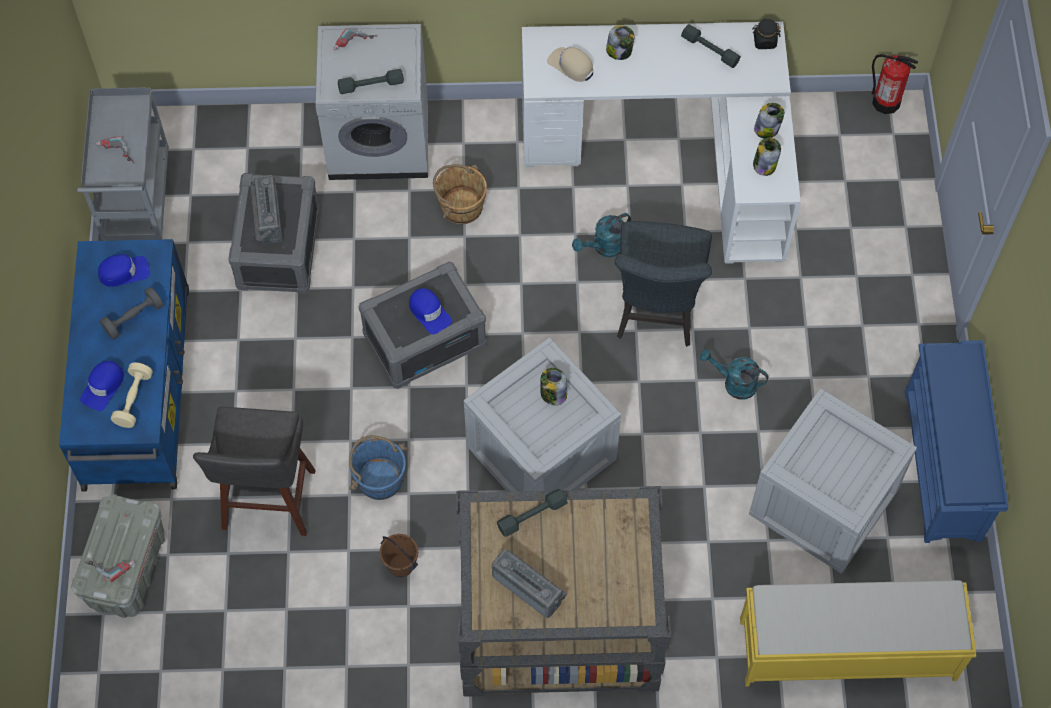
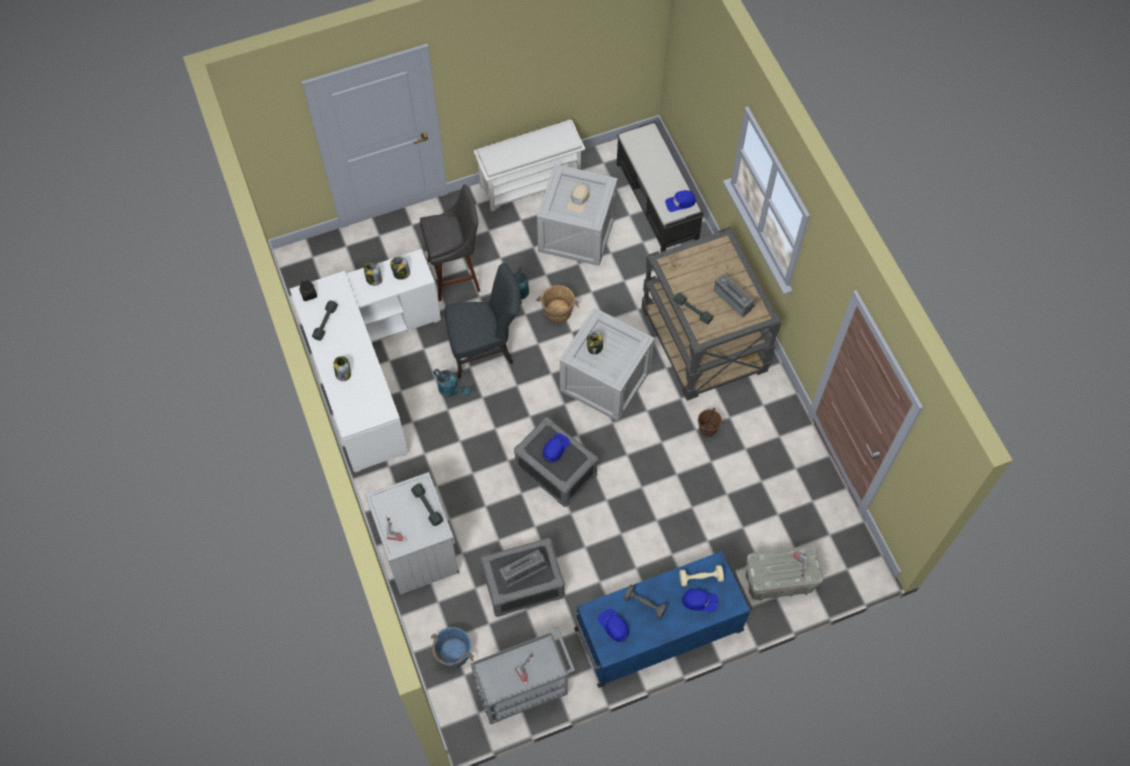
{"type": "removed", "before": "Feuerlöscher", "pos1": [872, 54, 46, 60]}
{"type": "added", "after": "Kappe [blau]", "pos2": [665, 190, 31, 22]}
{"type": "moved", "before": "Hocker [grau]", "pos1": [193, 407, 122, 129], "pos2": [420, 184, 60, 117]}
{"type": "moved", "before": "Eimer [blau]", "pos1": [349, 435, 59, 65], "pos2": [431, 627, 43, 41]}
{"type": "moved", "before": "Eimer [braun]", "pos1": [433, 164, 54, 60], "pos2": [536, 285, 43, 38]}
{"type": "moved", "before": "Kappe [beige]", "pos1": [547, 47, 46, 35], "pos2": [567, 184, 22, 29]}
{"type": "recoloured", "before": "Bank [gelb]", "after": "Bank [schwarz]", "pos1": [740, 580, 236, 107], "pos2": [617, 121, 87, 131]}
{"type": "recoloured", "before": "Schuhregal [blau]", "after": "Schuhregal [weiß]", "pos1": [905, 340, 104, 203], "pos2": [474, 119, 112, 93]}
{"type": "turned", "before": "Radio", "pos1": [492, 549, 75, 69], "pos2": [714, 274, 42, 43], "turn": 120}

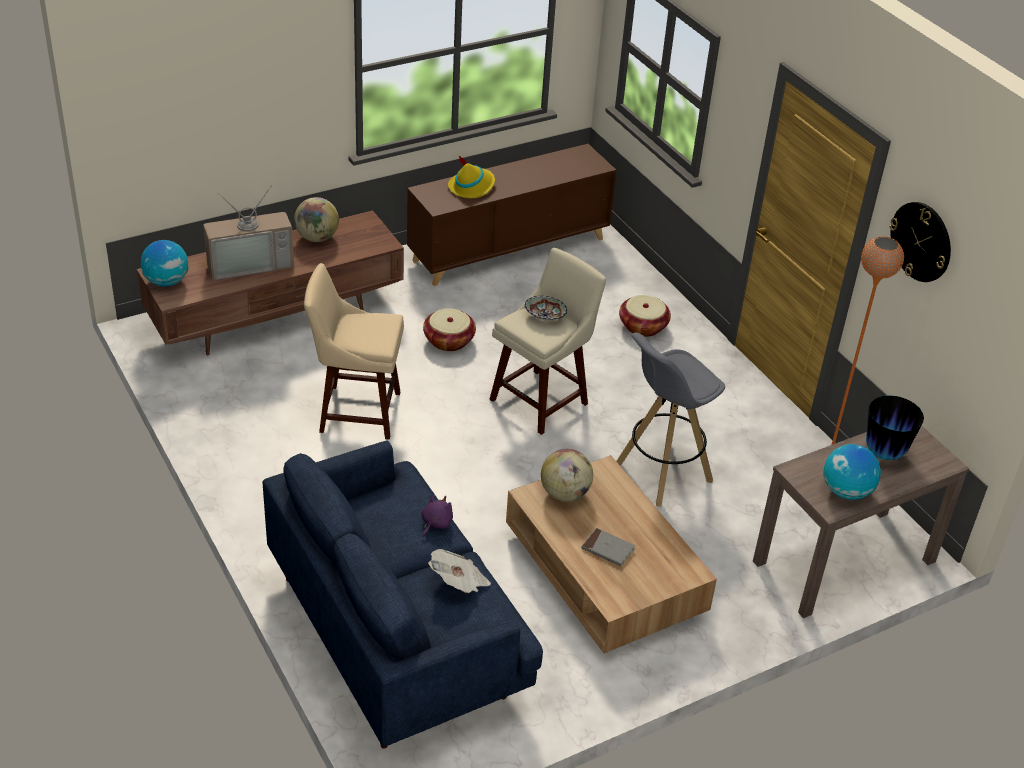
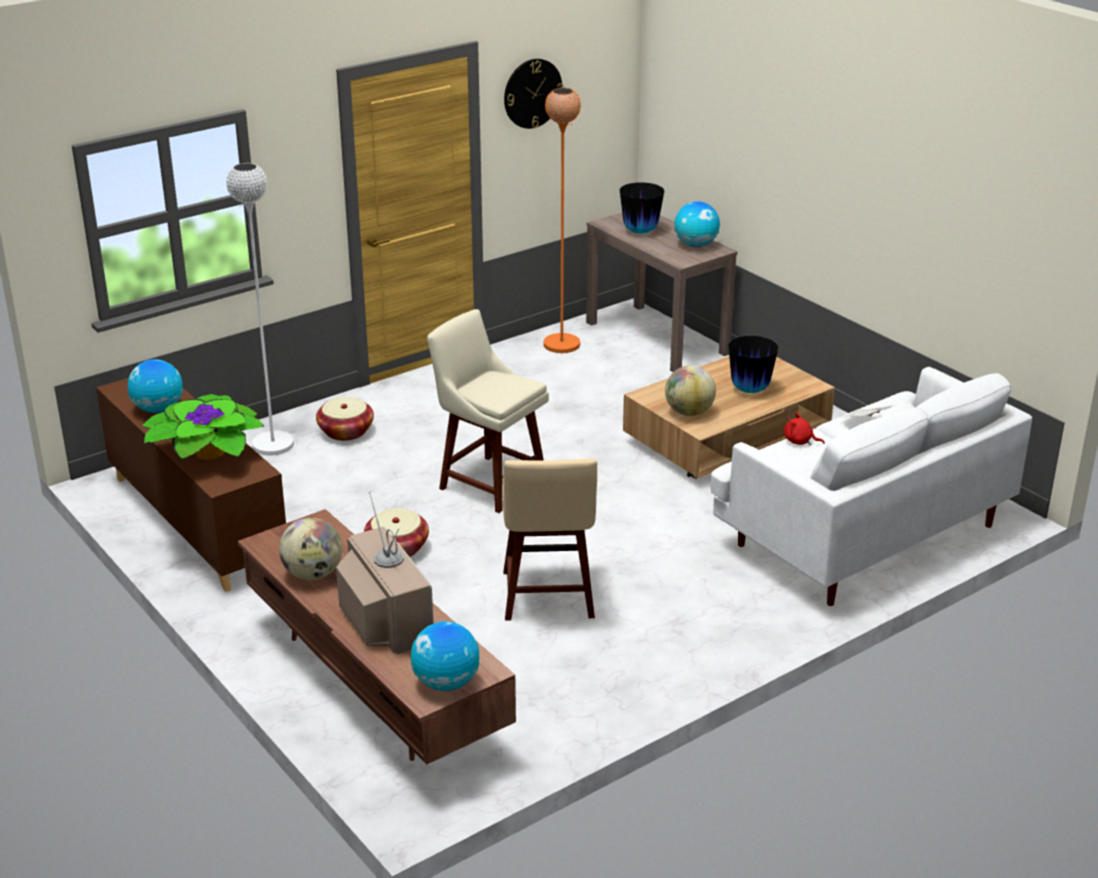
{"type": "removed", "before": "Schüssel", "pos1": [525, 296, 42, 25]}
{"type": "removed", "before": "Hocker [grau]", "pos1": [616, 333, 109, 174]}
{"type": "added", "after": "Globus", "pos2": [128, 359, 55, 54]}
{"type": "added", "after": "Stehlampe [weiß]", "pos2": [226, 163, 68, 292]}
{"type": "replaced", "before": "Hut [gelb]", "after": "Topfpflanze", "pos1": [448, 155, 47, 43], "pos2": [142, 394, 122, 66]}
{"type": "replaced", "before": "Buch [grau]", "after": "Vase", "pos1": [582, 528, 53, 38], "pos2": [728, 336, 50, 57]}
{"type": "recoloured", "before": "Sofa [blau]", "after": "Sofa [weiß]", "pos1": [263, 440, 280, 309], "pos2": [710, 367, 322, 239]}
{"type": "recoloured", "before": "Plüschtier [lila]", "after": "Plüschtier [rot]", "pos1": [421, 495, 32, 42], "pos2": [784, 412, 41, 33]}

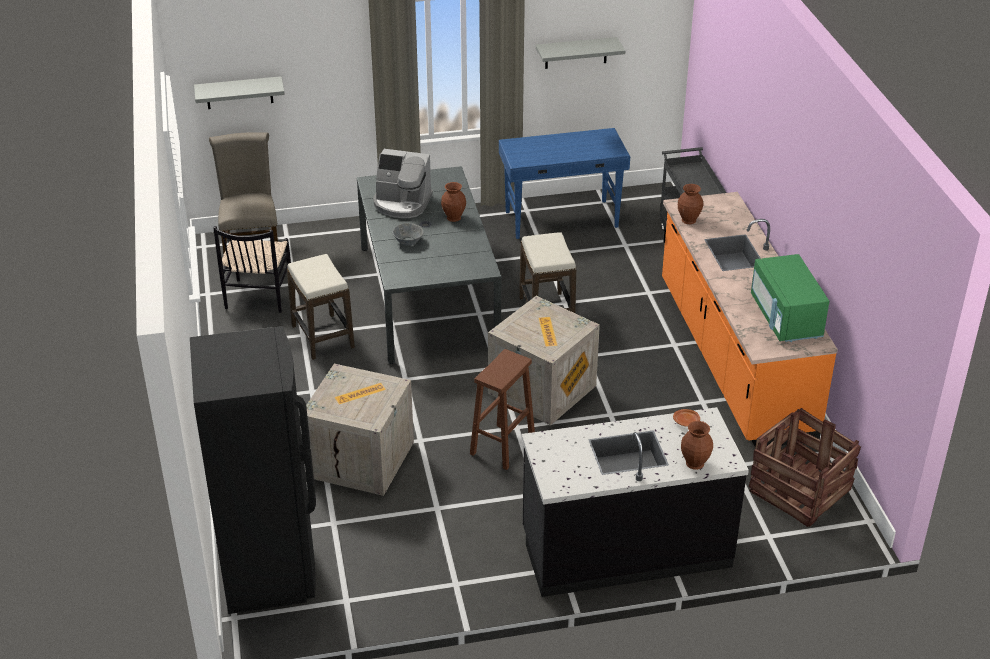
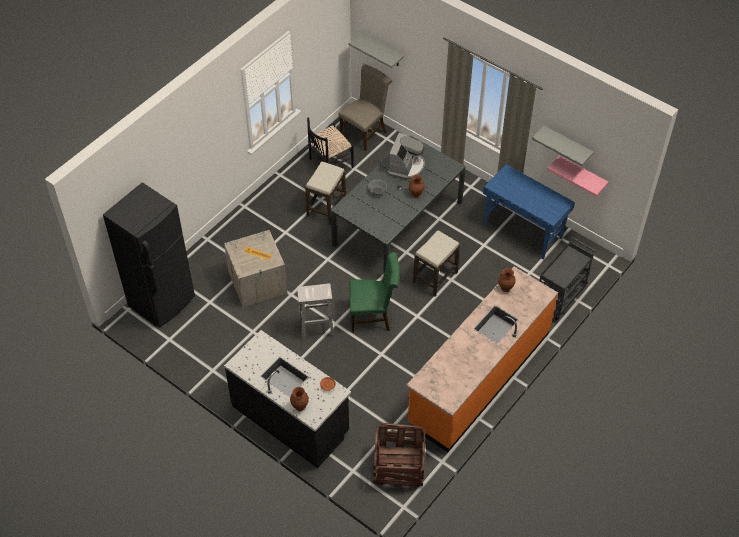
{"type": "removed", "before": "Mikrowelle [grün]", "pos1": [751, 254, 78, 88]}
{"type": "added", "after": "Wandregal [rosa]", "pos2": [547, 155, 61, 42]}
{"type": "replaced", "before": "Kiste", "after": "Stuhl [grün]", "pos1": [488, 296, 112, 129], "pos2": [349, 252, 51, 81]}
{"type": "recoloured", "before": "Hocker [braun]", "after": "Hocker [weiß]", "pos1": [470, 349, 65, 121], "pos2": [297, 283, 37, 57]}
{"type": "turned", "before": "Kaffeemaschine", "pos1": [373, 149, 60, 69], "pos2": [388, 133, 37, 47], "turn": -135}

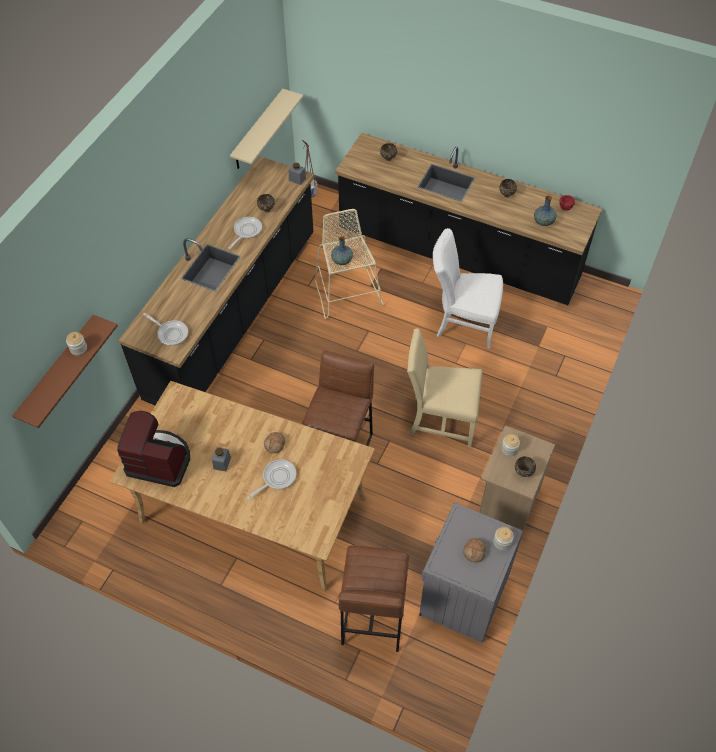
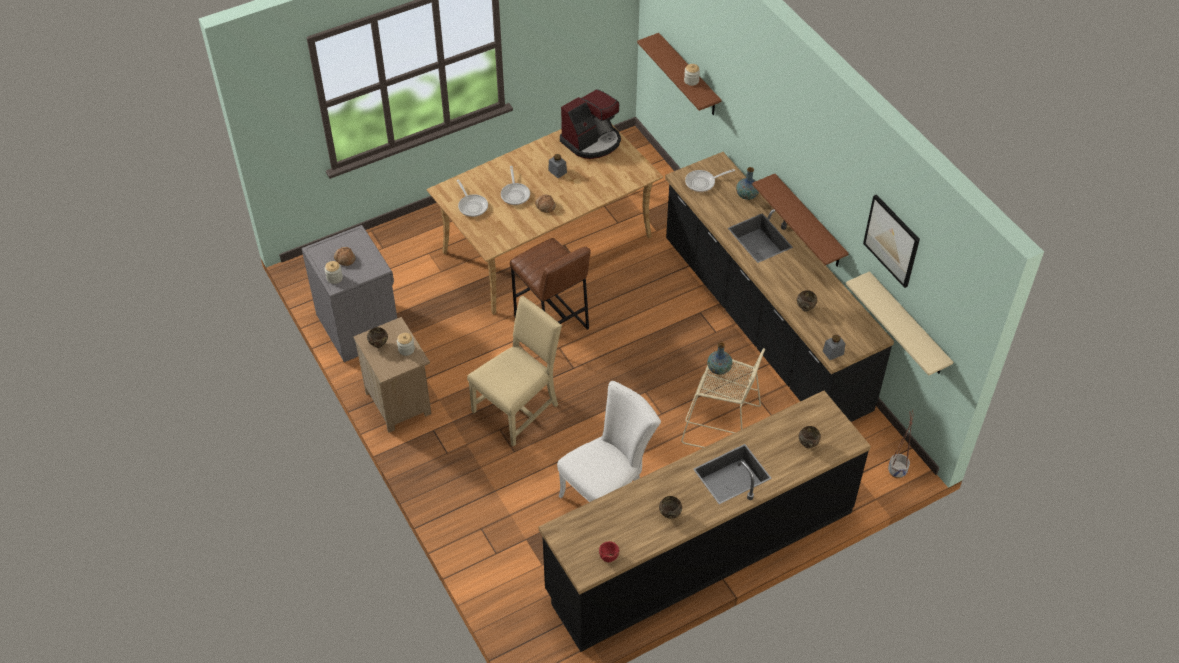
{"type": "removed", "before": "Hocker [braun]", "pos1": [338, 545, 71, 107]}
{"type": "added", "after": "Wandregal [braun]", "pos2": [752, 174, 97, 93]}
{"type": "added", "after": "Bild", "pos2": [863, 194, 57, 94]}
{"type": "moved", "before": "Pfanne", "pos1": [228, 217, 34, 32], "pos2": [457, 180, 31, 37]}
{"type": "moved", "before": "Vase", "pos1": [534, 196, 22, 30], "pos2": [736, 167, 23, 33]}

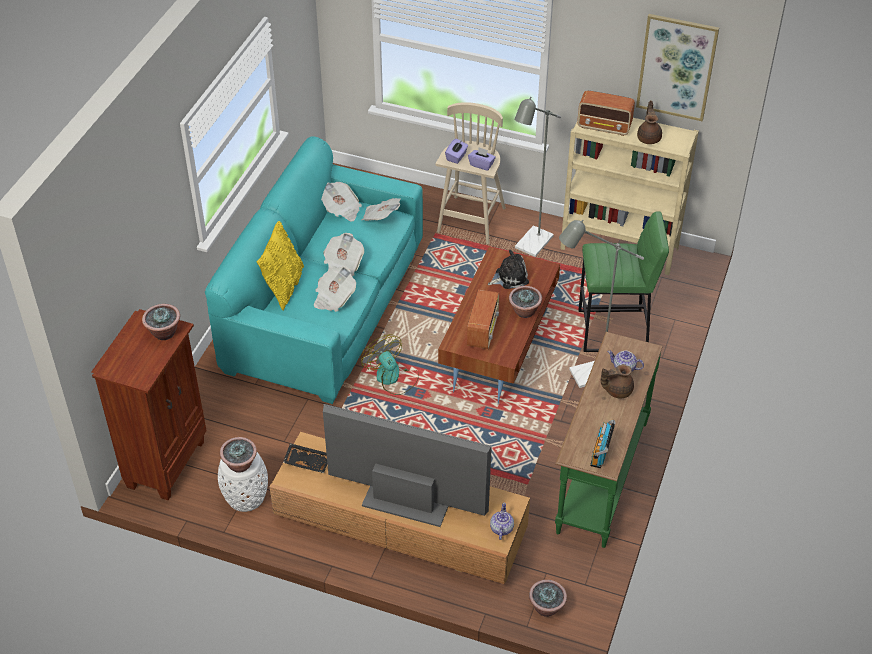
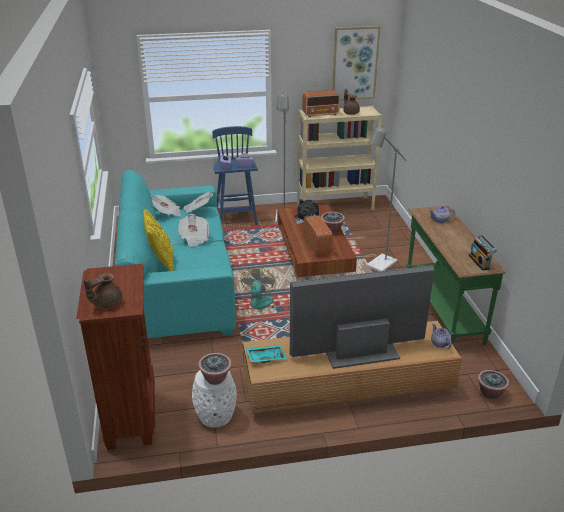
{"type": "removed", "before": "Topfpflanze", "pos1": [142, 304, 38, 36]}
{"type": "removed", "before": "Zeitung", "pos1": [314, 267, 42, 45]}
{"type": "removed", "before": "Hocker [grün]", "pos1": [578, 211, 91, 141]}
{"type": "moved", "before": "Teekanne [braun]", "pos1": [601, 364, 33, 34], "pos2": [84, 273, 38, 36]}
{"type": "recoloured", "before": "Tablett [schwarz]", "after": "Tablett [türkis]", "pos1": [283, 443, 44, 30], "pos2": [246, 345, 41, 18]}
{"type": "recoloured", "before": "Hocker [beige]", "after": "Hocker [blau]", "pos1": [435, 102, 71, 142], "pos2": [212, 126, 46, 99]}
{"type": "turned", "before": "Ventilator", "pos1": [361, 334, 58, 61], "pos2": [241, 267, 38, 50], "turn": 75}

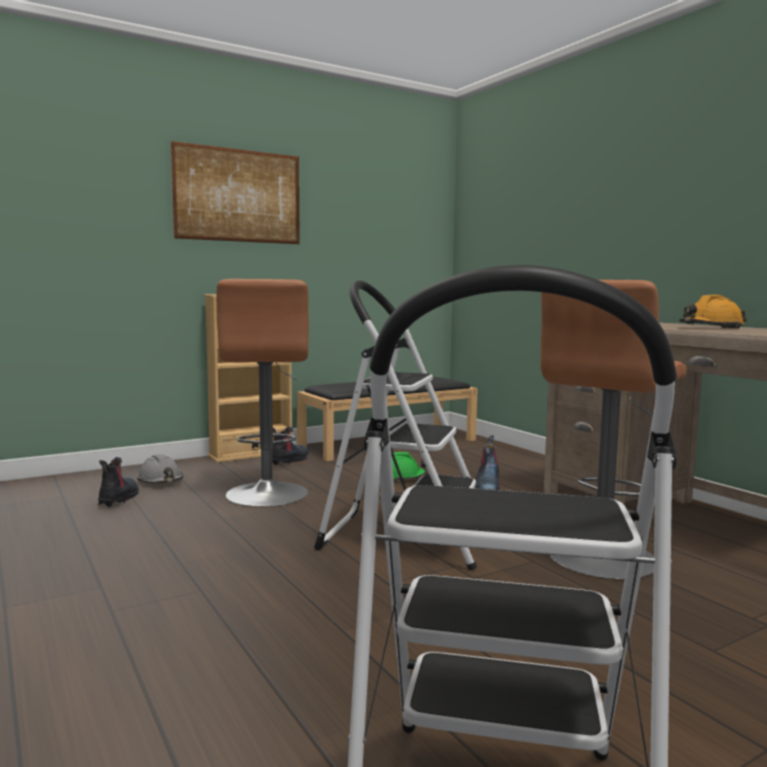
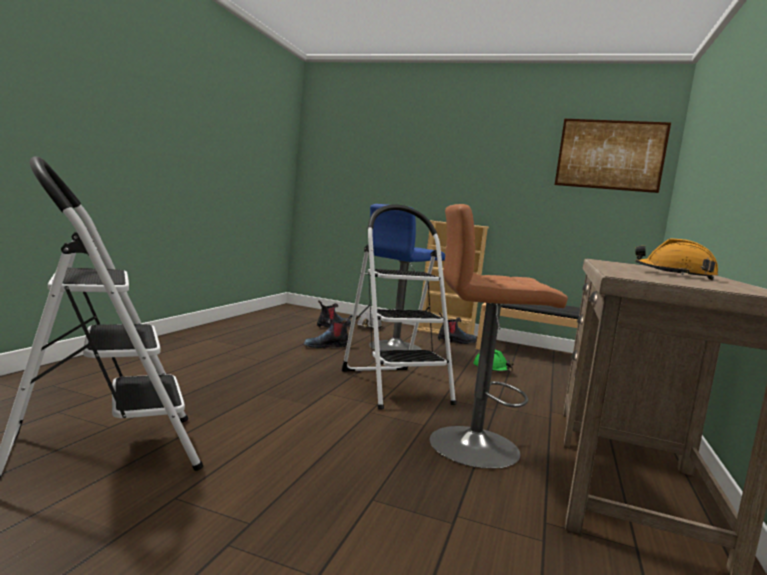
{"type": "moved", "before": "Bild", "pos1": [171, 141, 129, 103], "pos2": [555, 119, 116, 74]}
{"type": "moved", "before": "Stiefel", "pos1": [475, 435, 25, 55], "pos2": [304, 315, 49, 34]}
{"type": "recoloured", "before": "Hocker [braun]", "after": "Hocker [blau]", "pos1": [217, 279, 92, 228], "pos2": [369, 204, 76, 146]}

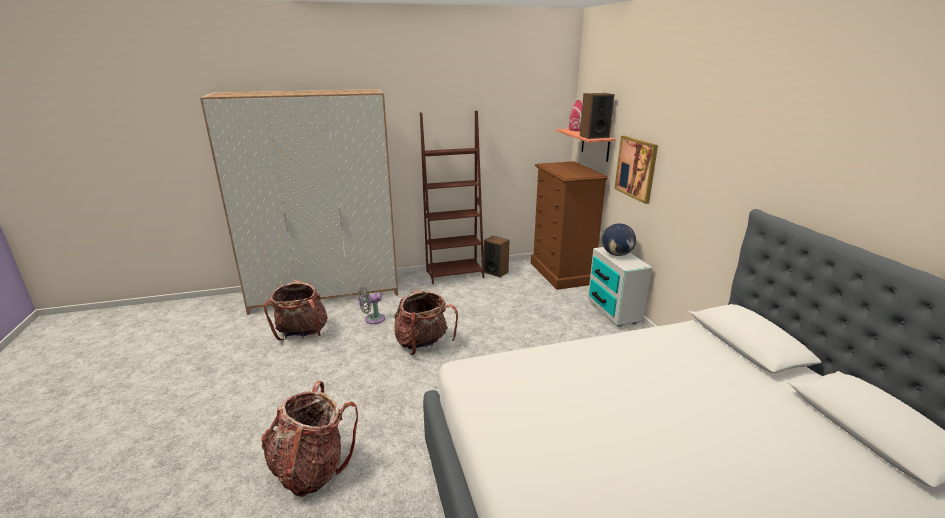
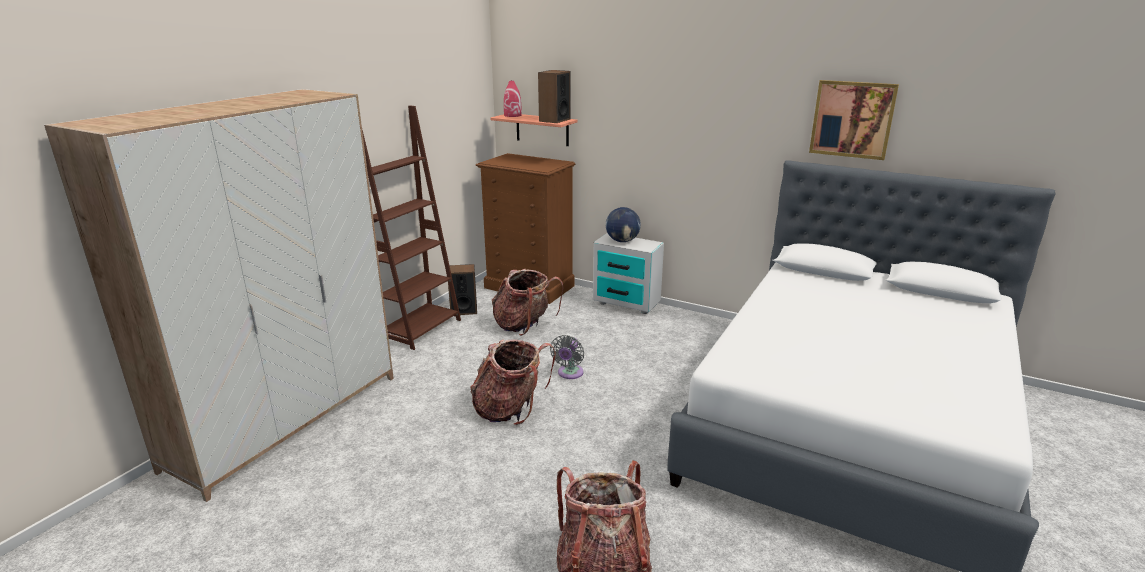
{"type": "moved", "before": "Rucksack", "pos1": [264, 280, 63, 60], "pos2": [492, 269, 71, 67]}
{"type": "moved", "before": "Ventilator [grau]", "pos1": [358, 287, 27, 37], "pos2": [550, 335, 34, 44]}
{"type": "moved", "before": "Bild", "pos1": [614, 136, 44, 68], "pos2": [809, 80, 90, 80]}

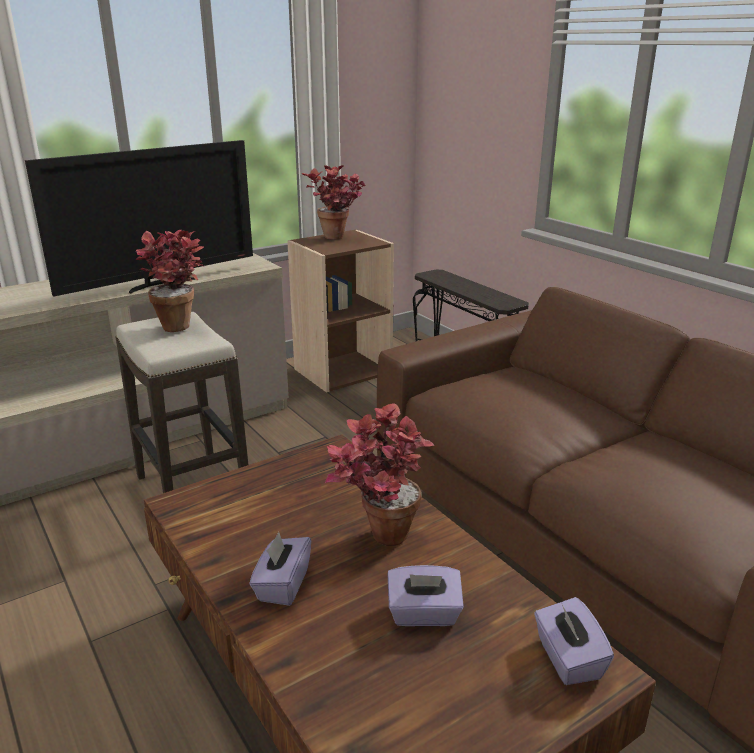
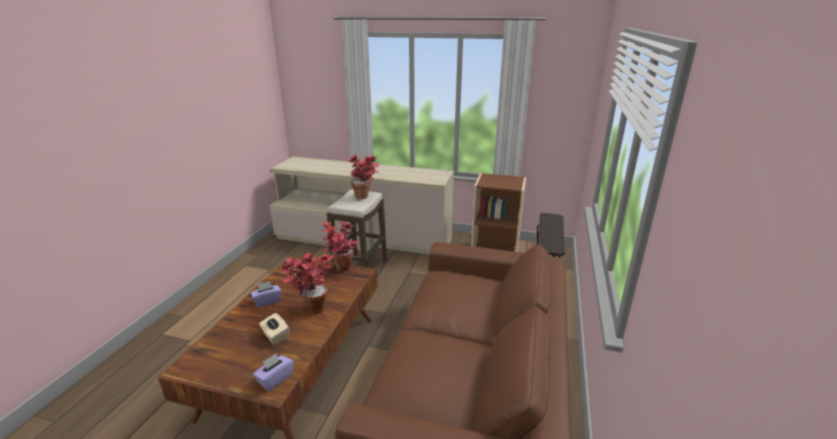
{"type": "removed", "before": "Fernseher", "pos1": [25, 140, 228, 156]}
{"type": "moved", "before": "Topfpflanze", "pos1": [301, 165, 65, 75], "pos2": [321, 220, 37, 52]}
{"type": "recoloured", "before": "Taschentuchbox [lila]", "after": "Taschentuchbox [beige]", "pos1": [388, 565, 76, 61], "pos2": [259, 313, 30, 32]}

